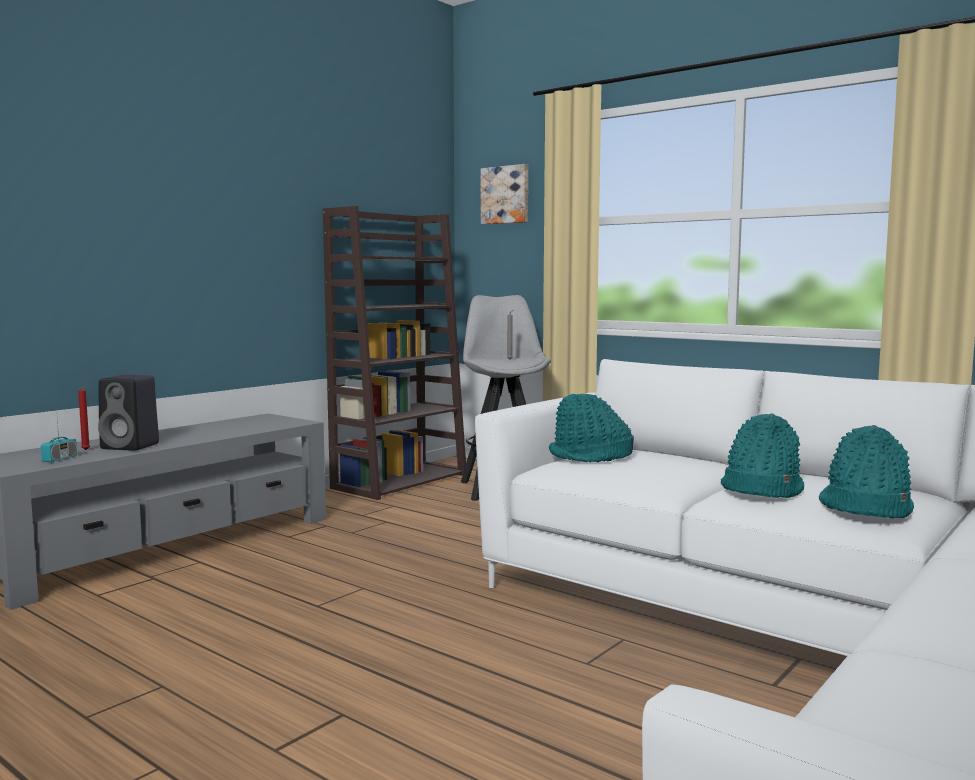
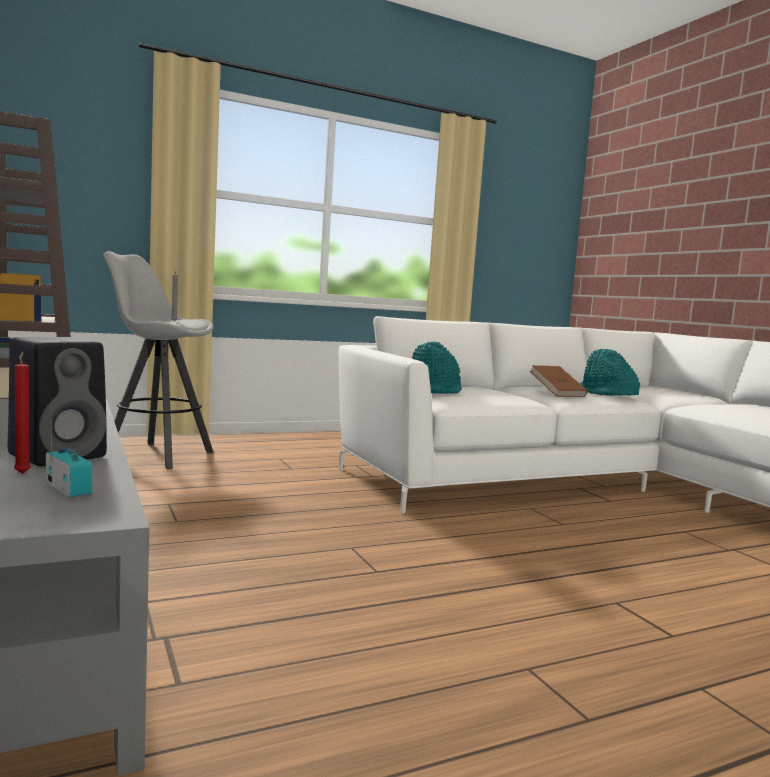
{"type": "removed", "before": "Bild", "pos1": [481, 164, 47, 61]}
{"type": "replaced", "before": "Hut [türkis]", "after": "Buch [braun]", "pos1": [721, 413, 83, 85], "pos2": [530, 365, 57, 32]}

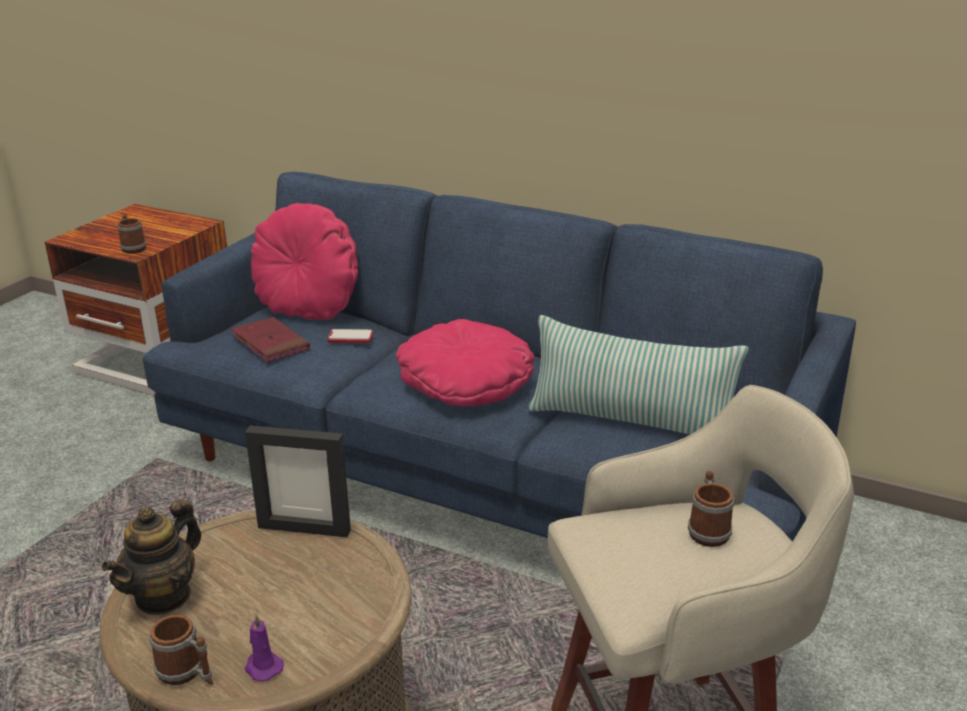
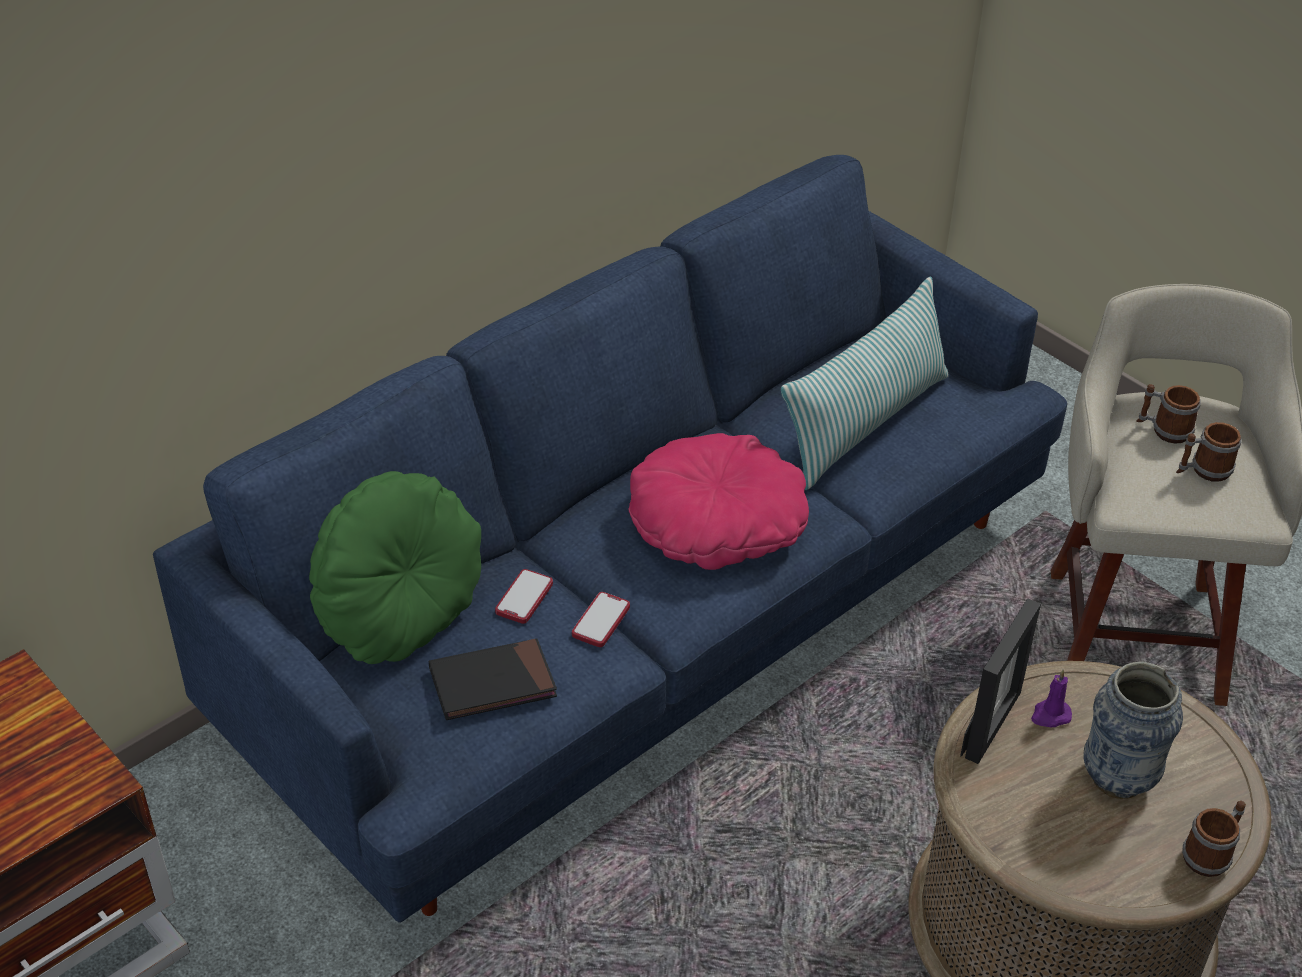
{"type": "removed", "before": "Teekanne", "pos1": [101, 499, 100, 116]}
{"type": "added", "after": "Handy", "pos2": [572, 592, 58, 55]}
{"type": "added", "after": "Vase", "pos2": [1083, 661, 100, 138]}
{"type": "moved", "before": "Henkelbecher", "pos1": [117, 214, 29, 40], "pos2": [1176, 422, 66, 60]}
{"type": "moved", "before": "Kerze [lila]", "pos1": [244, 614, 40, 67], "pos2": [1031, 669, 41, 58]}
{"type": "recoloured", "before": "Buch [rot]", "after": "Buch [schwarz]", "pos1": [231, 317, 79, 46], "pos2": [429, 638, 128, 82]}
{"type": "recoloured", "before": "Kissen [rosa]", "after": "Kissen [grün]", "pos1": [251, 203, 107, 117], "pos2": [309, 471, 172, 193]}

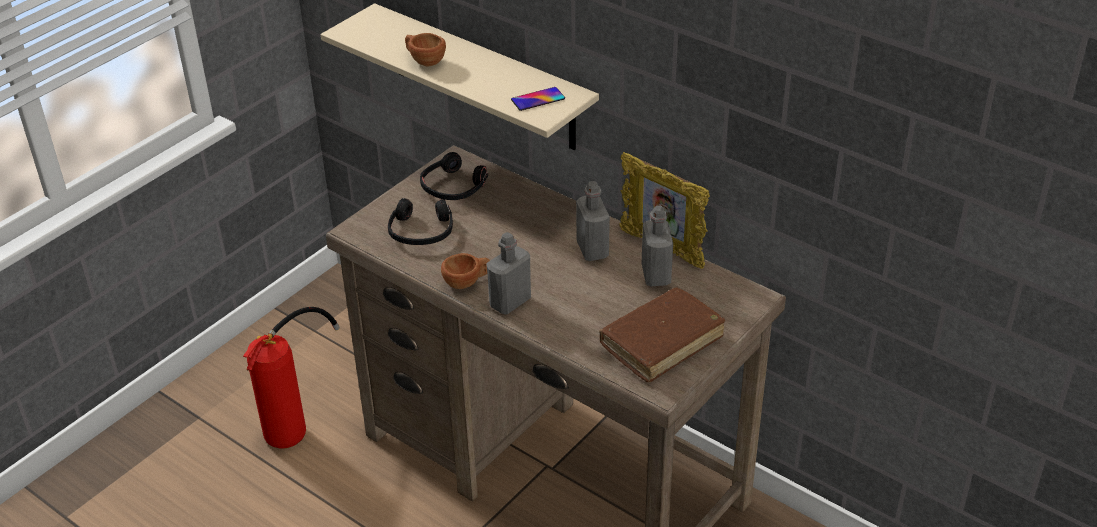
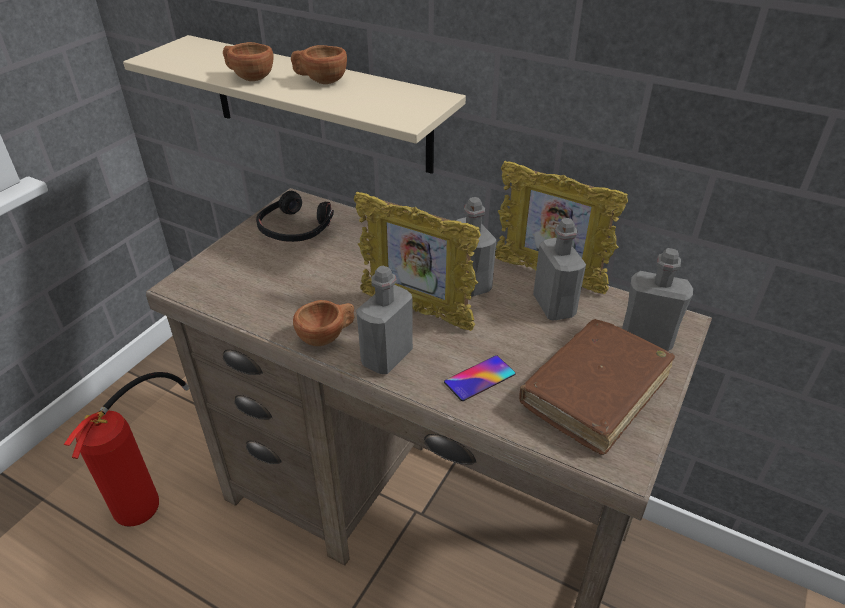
{"type": "removed", "before": "Kopfhörer [schwarz]", "pos1": [388, 198, 65, 47]}
{"type": "added", "after": "Tasse [braun]", "pos2": [291, 45, 56, 39]}
{"type": "added", "after": "Bilderrahmen", "pos2": [354, 192, 127, 139]}
{"type": "added", "after": "Flasche [grau]", "pos2": [622, 248, 71, 103]}
{"type": "moved", "before": "Handy", "pos1": [511, 87, 54, 24], "pos2": [444, 355, 72, 46]}

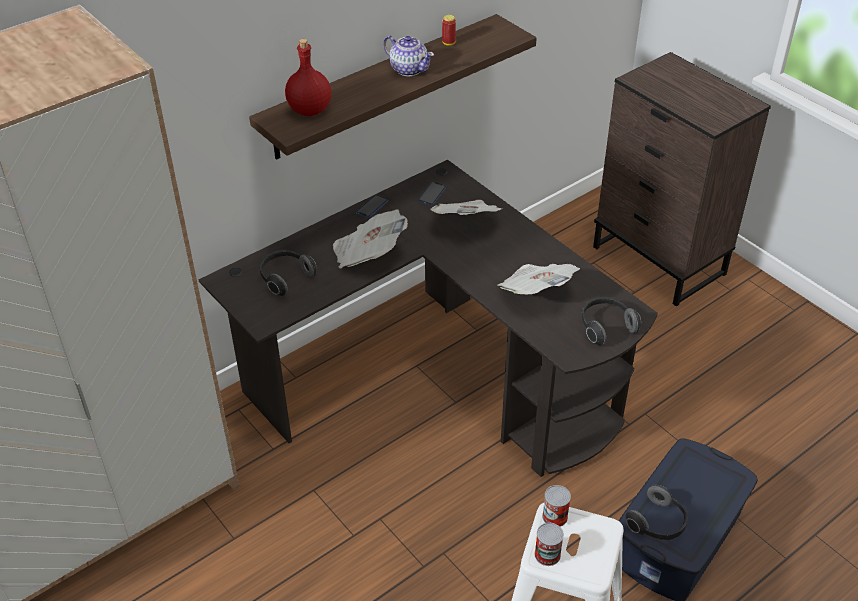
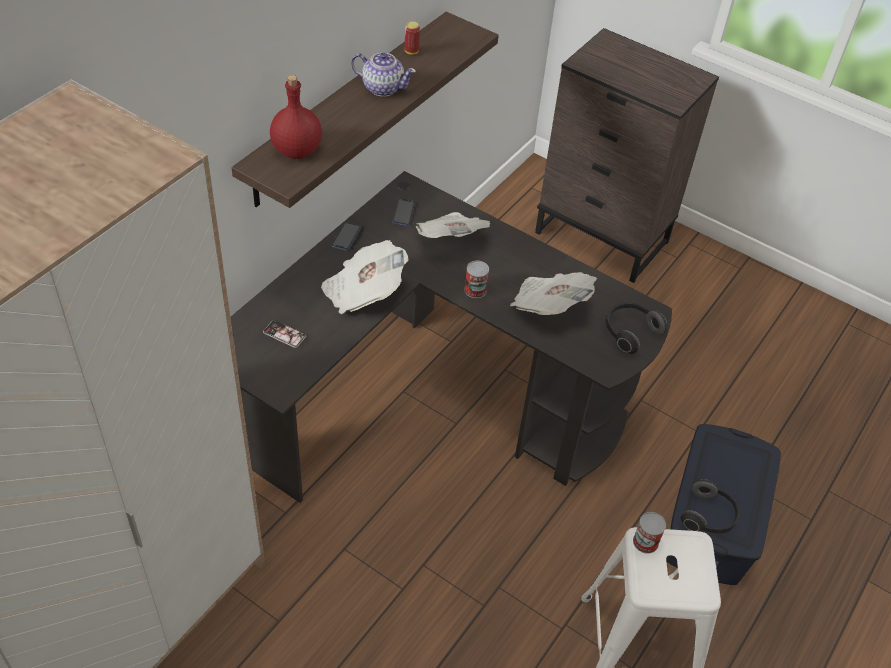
{"type": "moved", "before": "Dose", "pos1": [535, 523, 29, 43], "pos2": [464, 261, 25, 37]}
{"type": "replaced", "before": "Kopfhörer", "after": "Handy", "pos1": [259, 250, 58, 46], "pos2": [263, 320, 43, 28]}

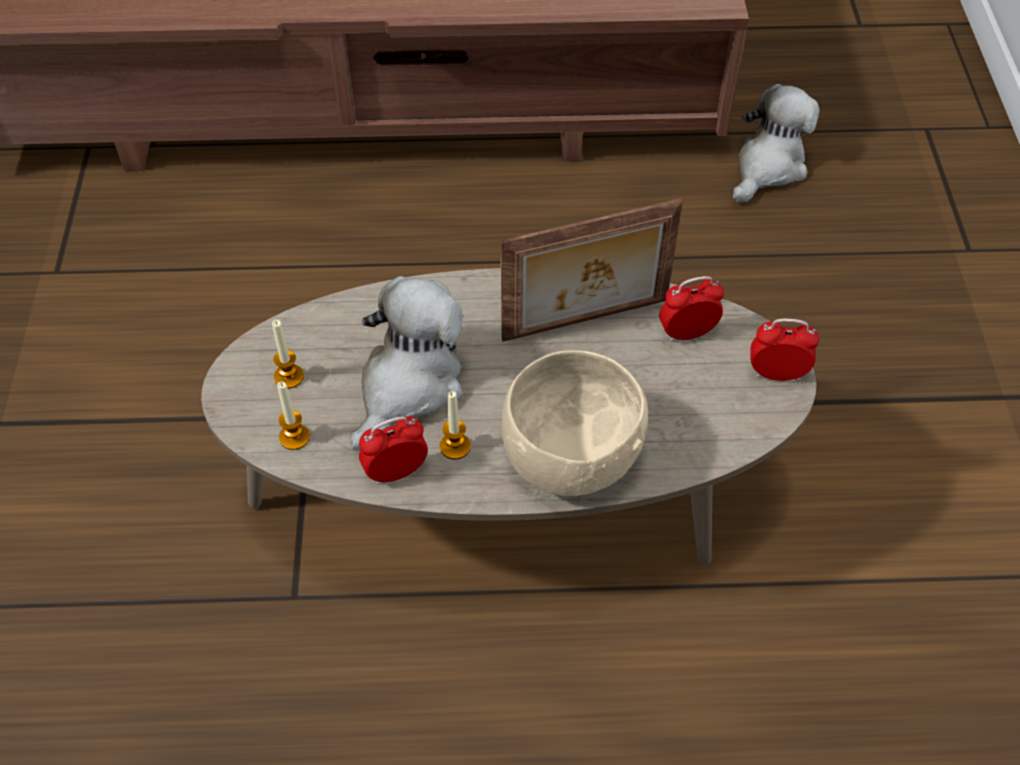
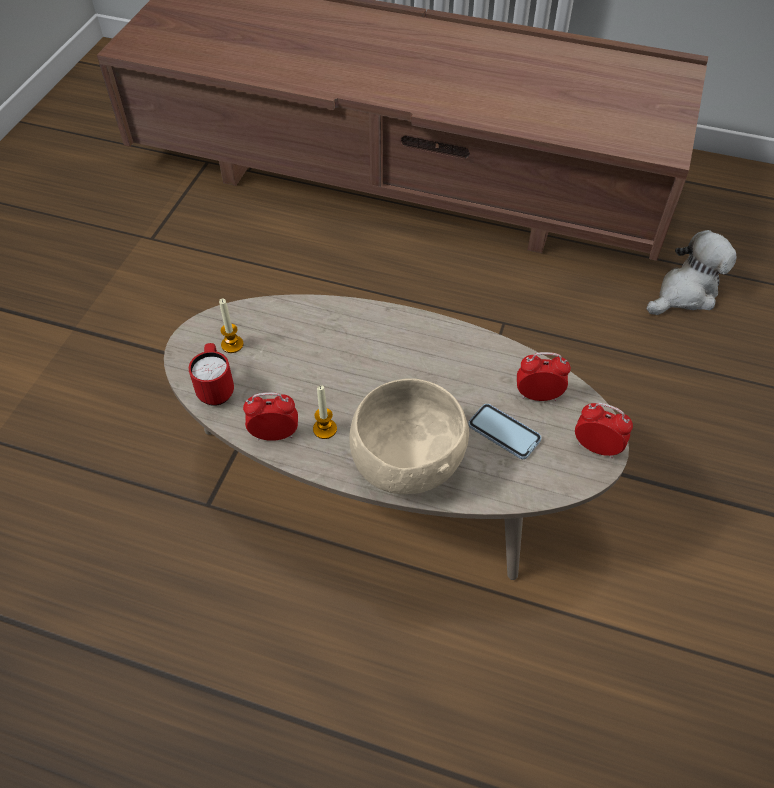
{"type": "removed", "before": "Plüschtier", "pos1": [350, 276, 113, 176]}
{"type": "removed", "before": "Bilderrahmen", "pos1": [501, 198, 182, 144]}
{"type": "added", "after": "Handy", "pos2": [468, 404, 73, 55]}
{"type": "replaced", "before": "Kerze", "after": "Henkelbecher [rot]", "pos1": [277, 382, 33, 68], "pos2": [189, 343, 45, 63]}

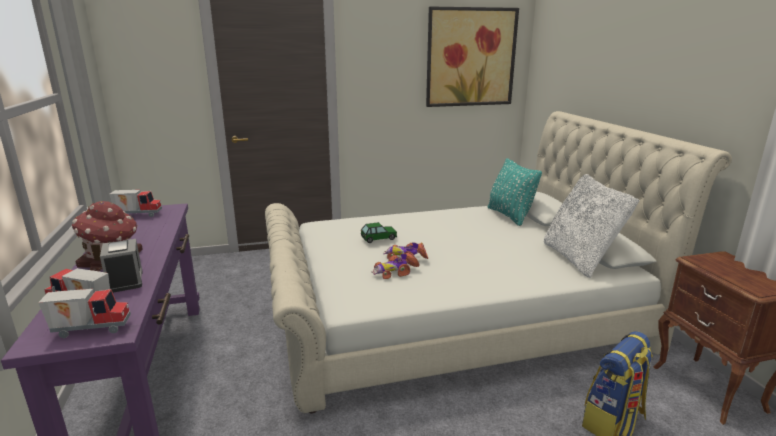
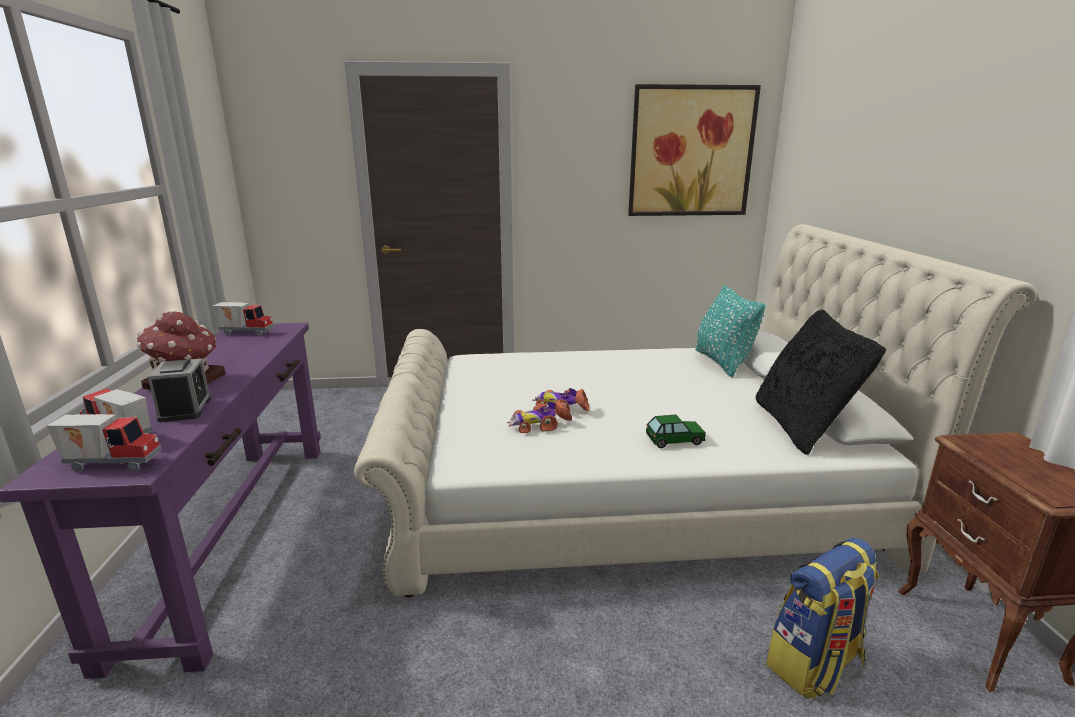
{"type": "moved", "before": "Spielzeugauto", "pos1": [361, 222, 36, 21], "pos2": [646, 415, 60, 33]}
{"type": "recoloured", "before": "Kissen [weiß]", "after": "Kissen [schwarz]", "pos1": [544, 174, 95, 104], "pos2": [755, 309, 131, 146]}

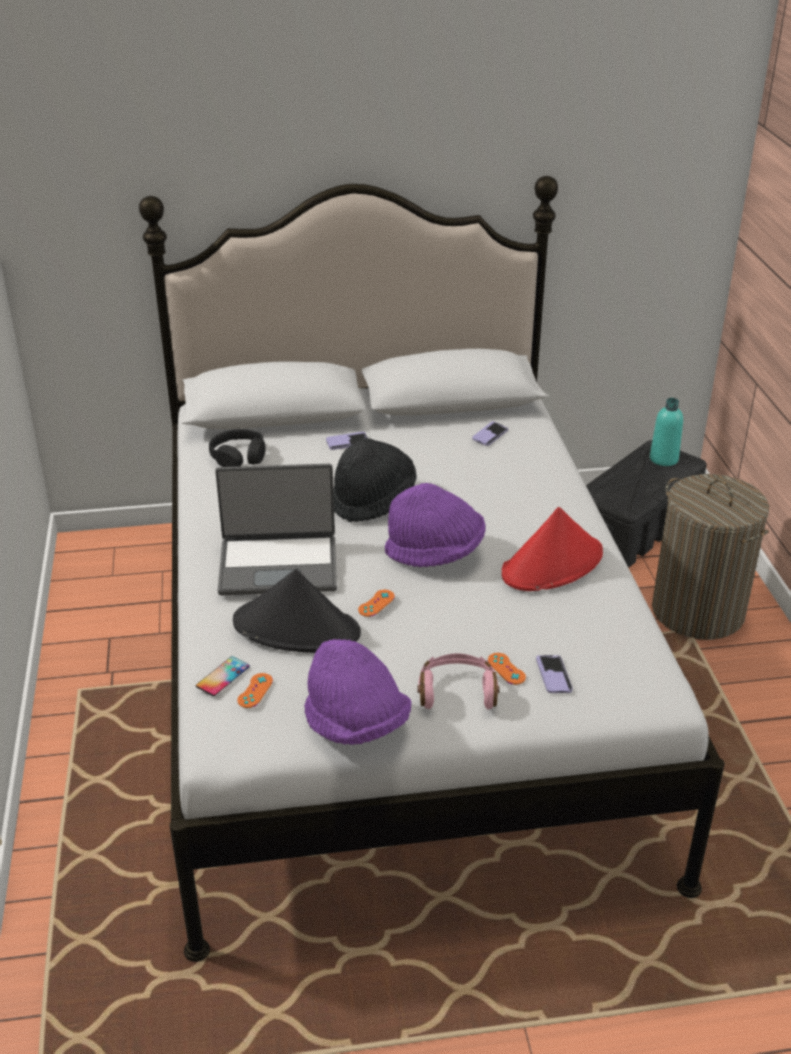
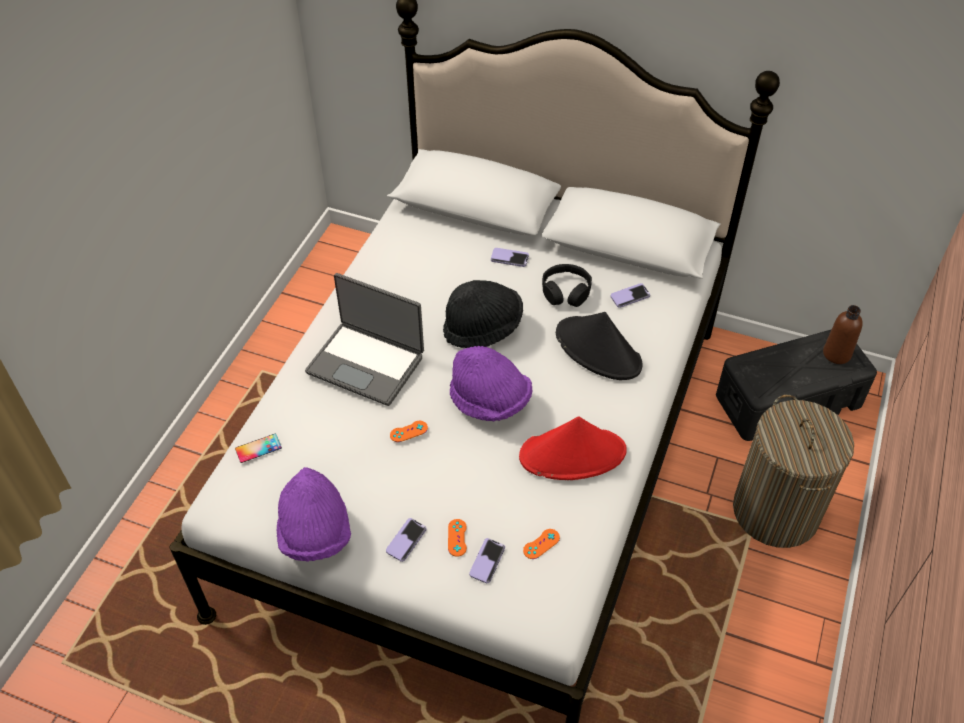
{"type": "moved", "before": "Kopfhörer [schwarz]", "pos1": [209, 429, 56, 38], "pos2": [542, 264, 50, 43]}
{"type": "moved", "before": "Hut [schwarz]", "pos1": [233, 569, 128, 84], "pos2": [556, 312, 86, 68]}
{"type": "moved", "before": "Gamepad [orange]", "pos1": [237, 673, 36, 35], "pos2": [523, 529, 37, 30]}
{"type": "replaced", "before": "Kopfhörer [rosa]", "after": "Handy", "pos1": [418, 653, 82, 57], "pos2": [386, 518, 41, 44]}
{"type": "recoloured", "before": "Flasche [türkis]", "after": "Flasche [braun]", "pos1": [650, 398, 33, 68], "pos2": [823, 305, 40, 59]}

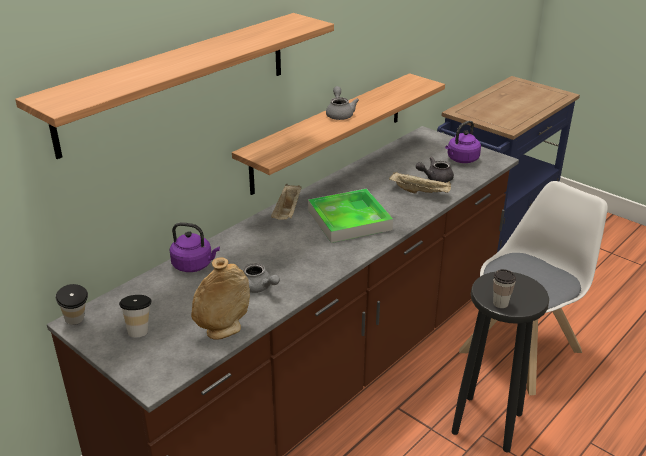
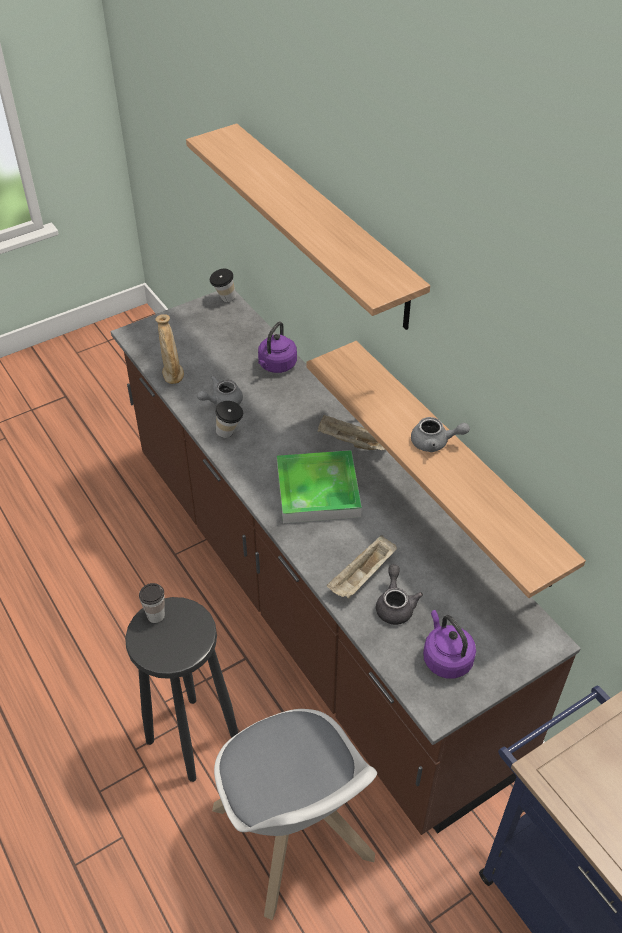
{"type": "moved", "before": "Tasse", "pos1": [119, 295, 33, 42], "pos2": [215, 401, 28, 37]}

